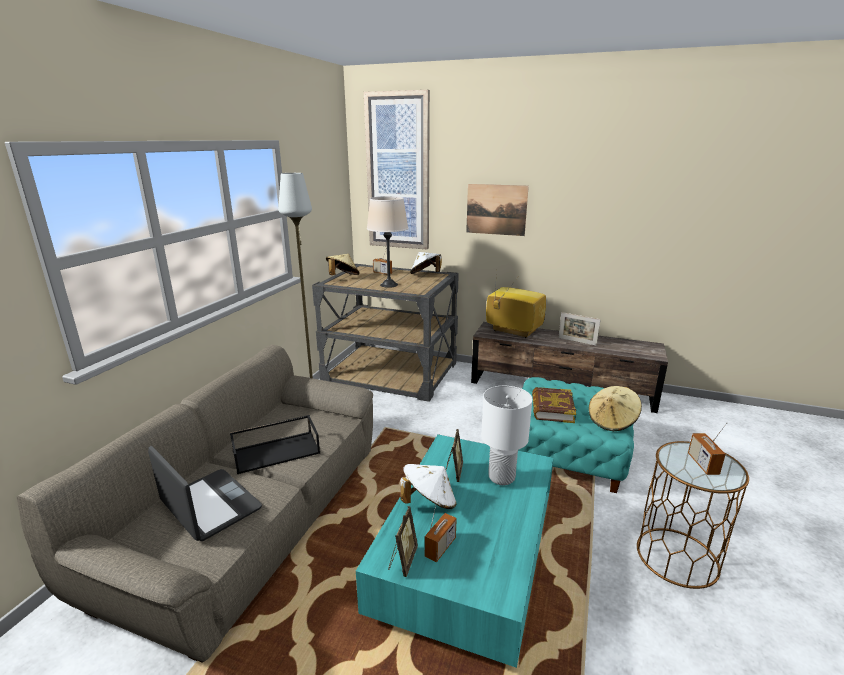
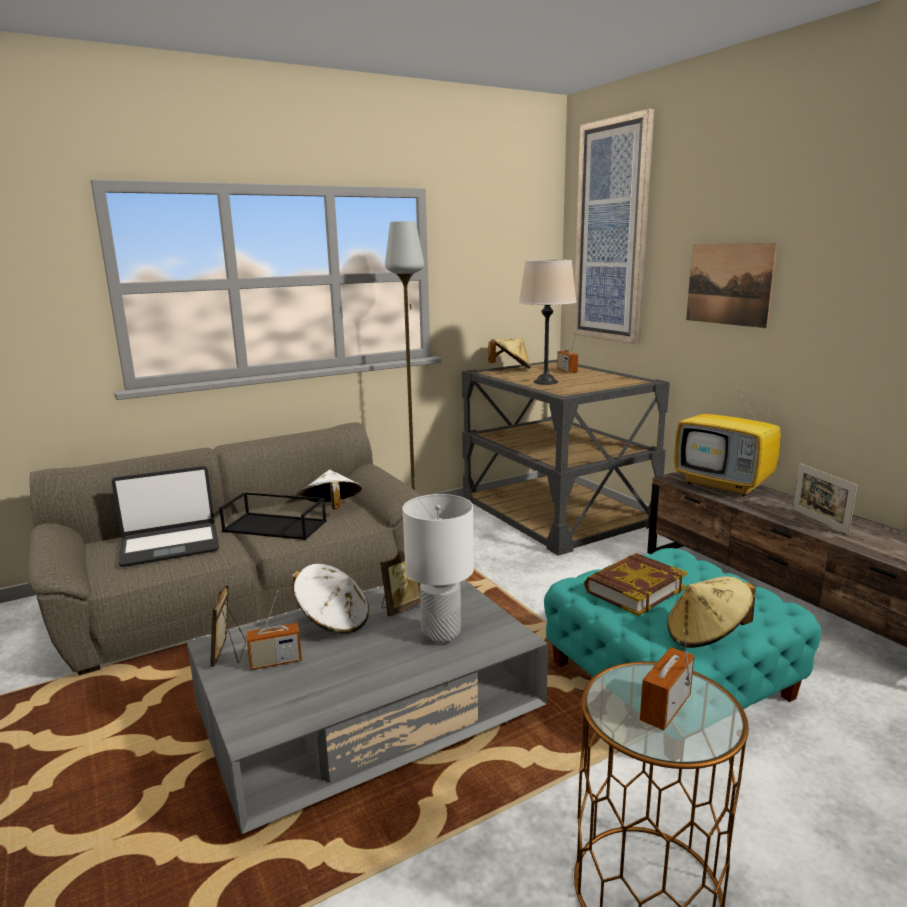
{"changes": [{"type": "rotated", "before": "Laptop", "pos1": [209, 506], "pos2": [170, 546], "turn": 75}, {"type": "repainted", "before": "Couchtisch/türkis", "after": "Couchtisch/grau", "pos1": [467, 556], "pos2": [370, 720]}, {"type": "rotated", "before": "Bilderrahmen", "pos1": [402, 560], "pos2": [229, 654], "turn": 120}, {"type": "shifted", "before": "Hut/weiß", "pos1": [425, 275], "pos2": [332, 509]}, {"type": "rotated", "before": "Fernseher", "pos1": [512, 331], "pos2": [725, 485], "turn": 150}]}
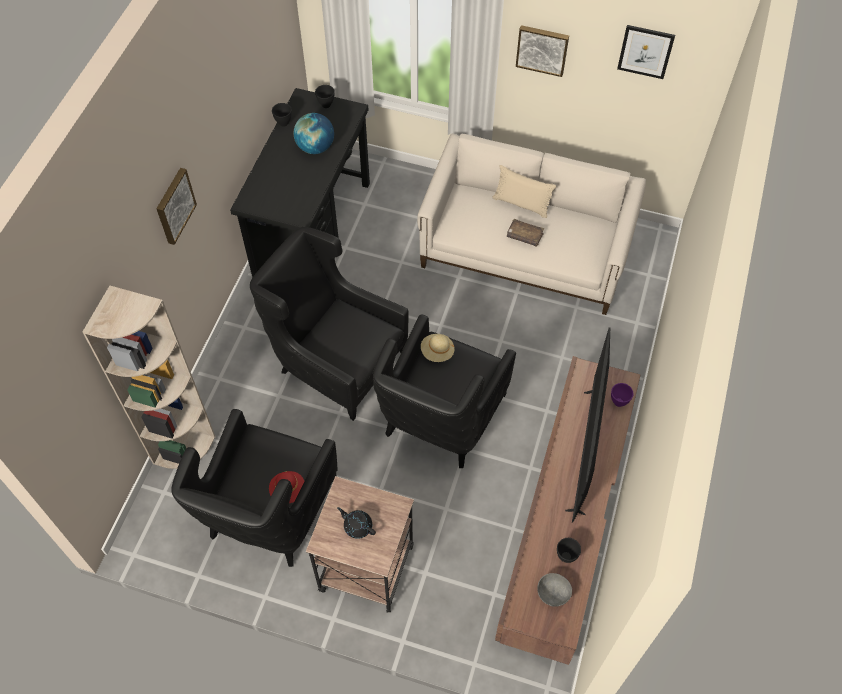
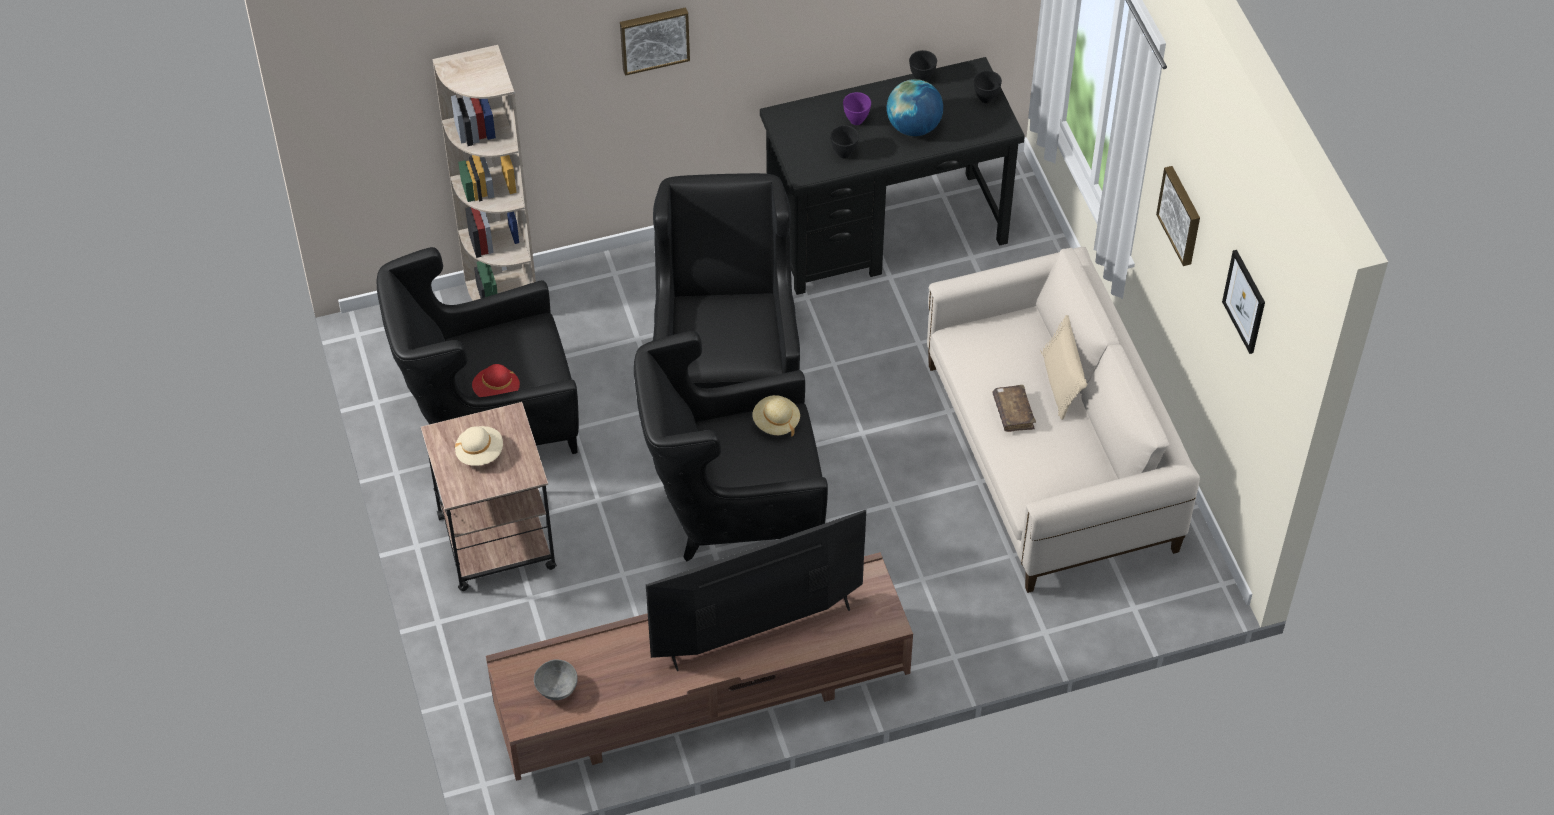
{"changes": [{"type": "swapped", "before": "Teekanne/schwarz", "after": "Hut/beige", "pos1": [357, 526], "pos2": [480, 453]}, {"type": "shifted", "before": "Schüssel/schwarz", "pos1": [565, 557], "pos2": [843, 153]}, {"type": "shifted", "before": "Schüssel/lila", "pos1": [618, 402], "pos2": [856, 120]}]}
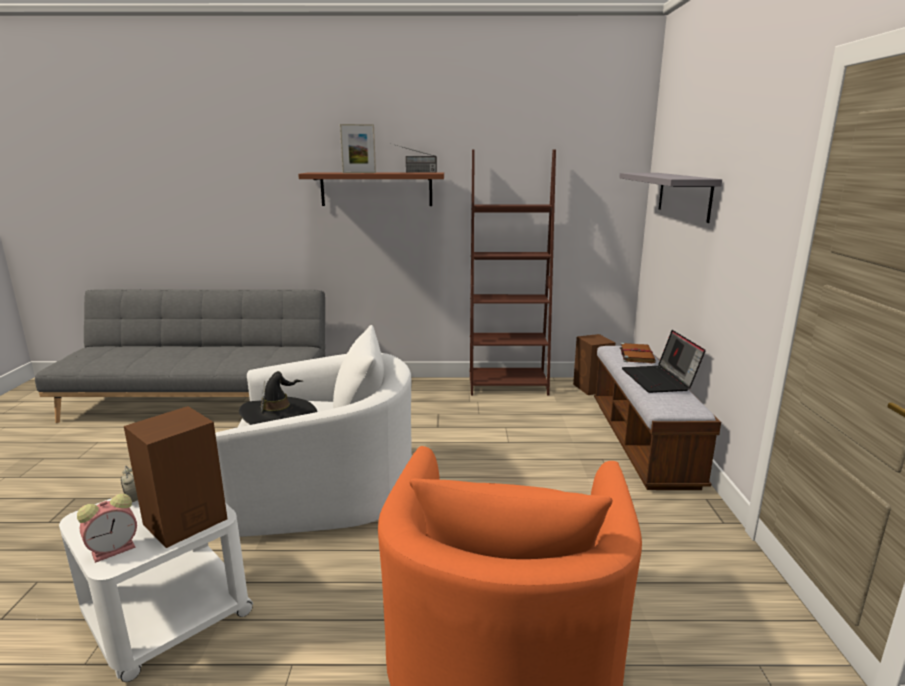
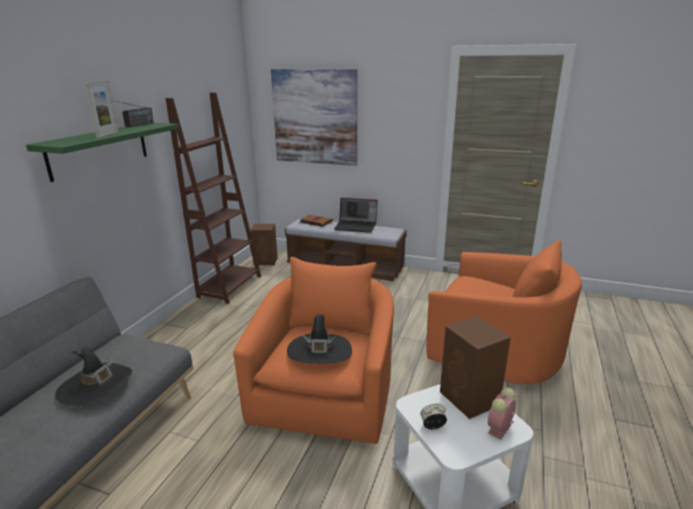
{"changes": [{"type": "repainted", "before": "Wandregal/braun", "after": "Wandregal/grün", "pos1": [376, 189], "pos2": [99, 150]}, {"type": "new", "after": "Hut/schwarz", "pos2": [96, 386]}, {"type": "repainted", "before": "Sessel/weiß", "after": "Sessel/orange", "pos1": [325, 490], "pos2": [326, 393]}, {"type": "swapped", "before": "Wandregal/grau", "after": "Bild", "pos1": [684, 195], "pos2": [315, 117]}, {"type": "rotated", "before": "Wecker", "pos1": [115, 549], "pos2": [499, 429], "turn": -120}]}
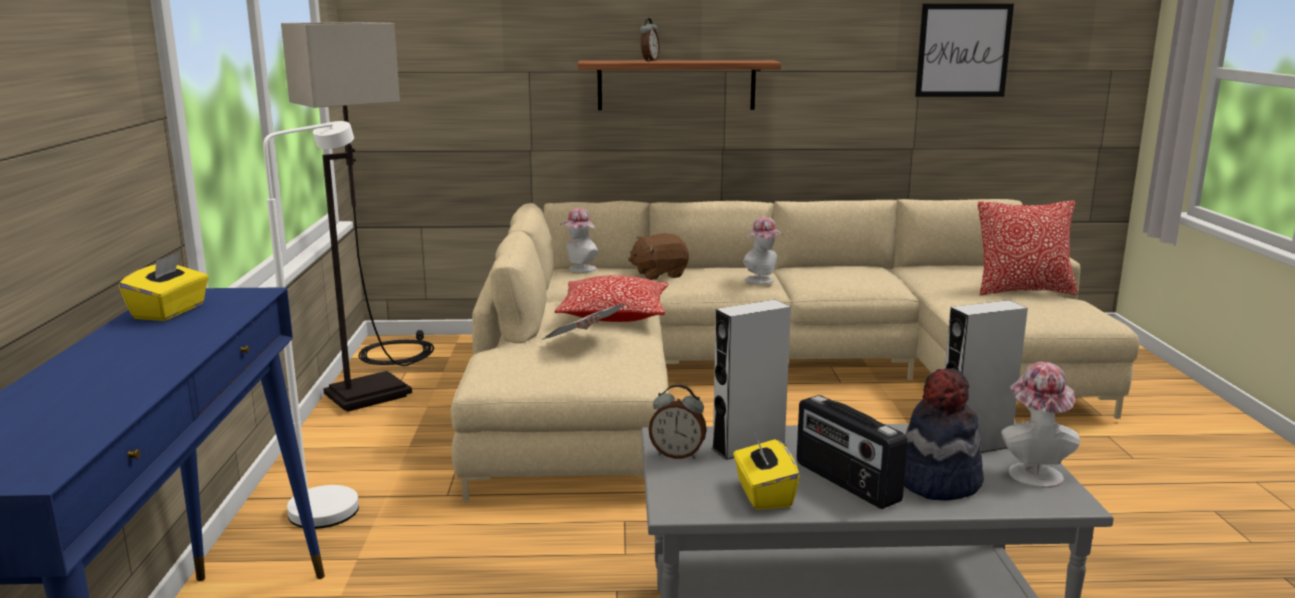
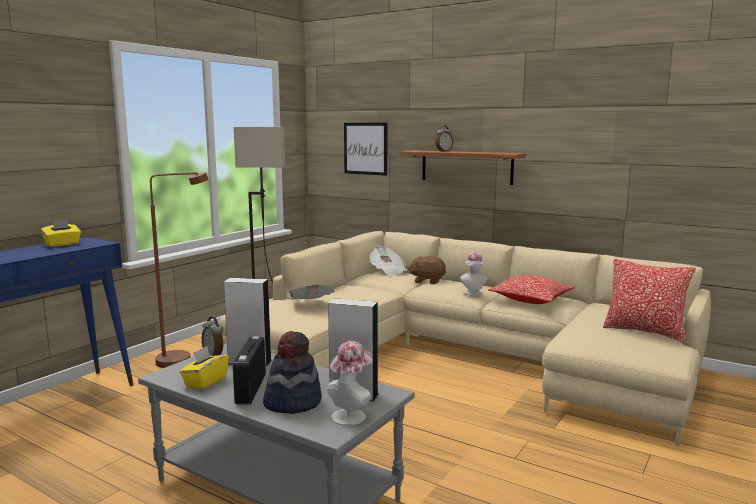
{"changes": [{"type": "repainted", "before": "Stehlampe/weiß", "after": "Stehlampe/braun", "pos1": [334, 502], "pos2": [182, 359]}, {"type": "shifted", "before": "Bild", "pos1": [963, 50], "pos2": [365, 148]}, {"type": "swapped", "before": "Hut", "after": "Zeitung", "pos1": [579, 269], "pos2": [387, 271]}, {"type": "shifted", "before": "Kissen", "pos1": [614, 315], "pos2": [531, 300]}]}
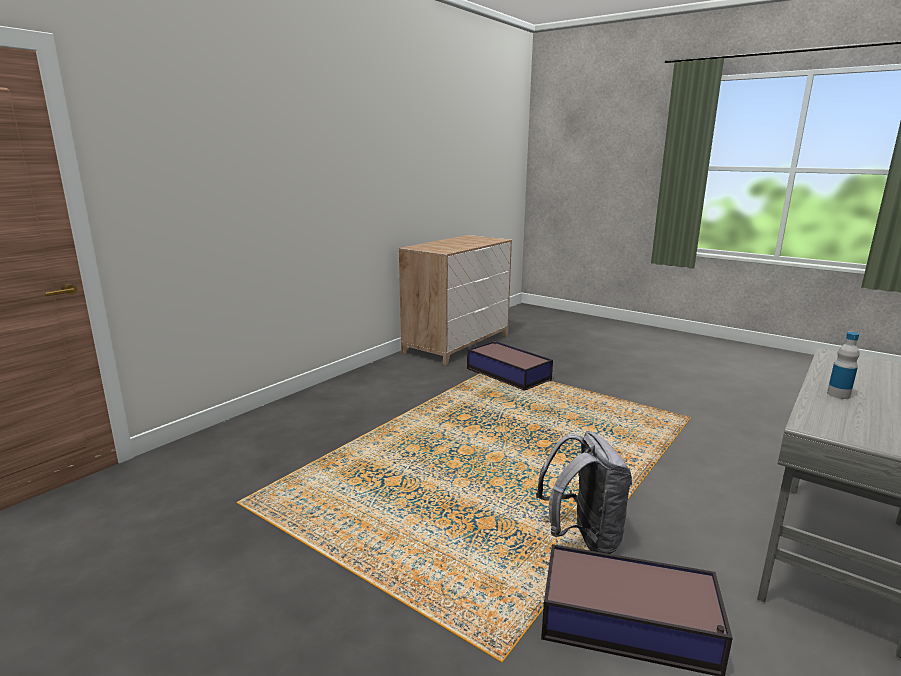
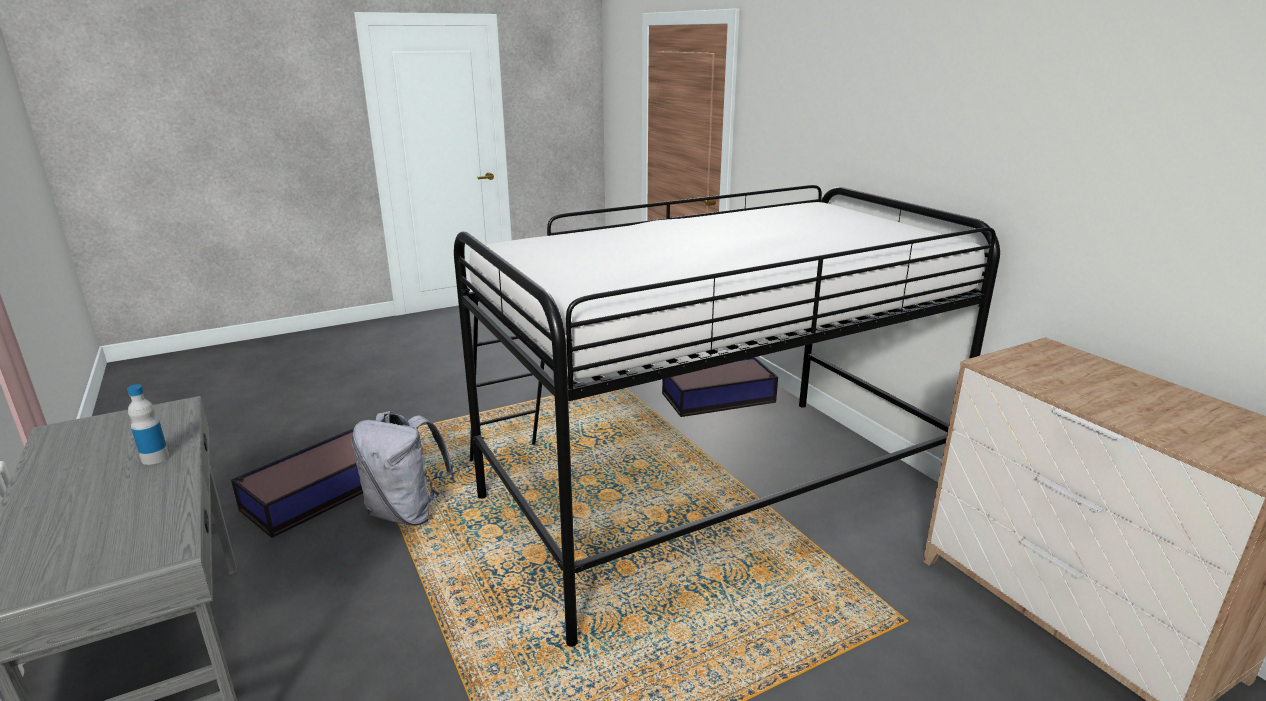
{"changes": [{"type": "new", "after": "Bett/schwarz", "pos2": [707, 495]}, {"type": "shifted", "before": "Aufbewahrungsbox", "pos1": [507, 374], "pos2": [720, 398]}]}
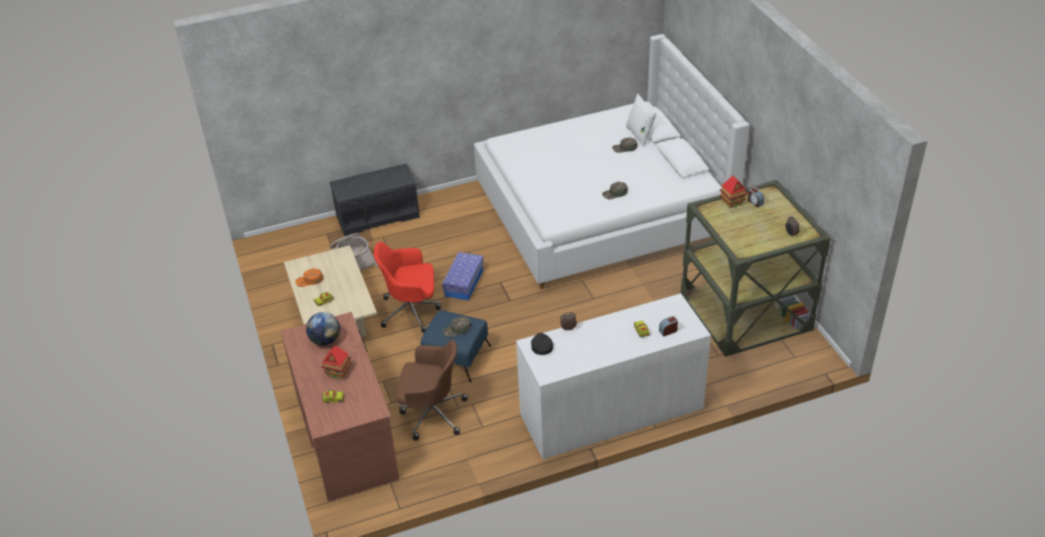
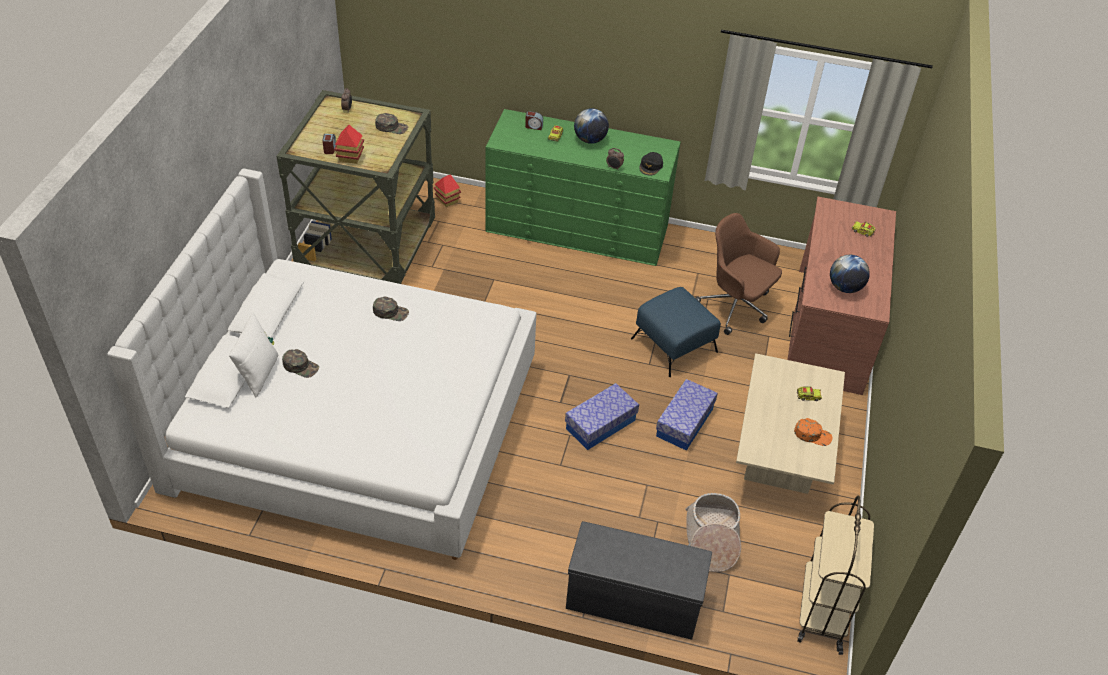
{"changes": [{"type": "shifted", "before": "Kappe/grün", "pos1": [457, 329], "pos2": [391, 127]}, {"type": "shifted", "before": "Spielzeughaus", "pos1": [338, 372], "pos2": [447, 200]}, {"type": "repainted", "before": "Kommode/weiß", "after": "Kommode/grün", "pos1": [611, 411], "pos2": [577, 228]}, {"type": "new", "after": "Globus", "pos2": [590, 140]}, {"type": "swapped", "before": "Bürostuhl/rot", "after": "Aufbewahrungsbox", "pos1": [411, 311], "pos2": [684, 422]}, {"type": "new", "after": "Rollwagen/beige", "pos2": [823, 608]}]}
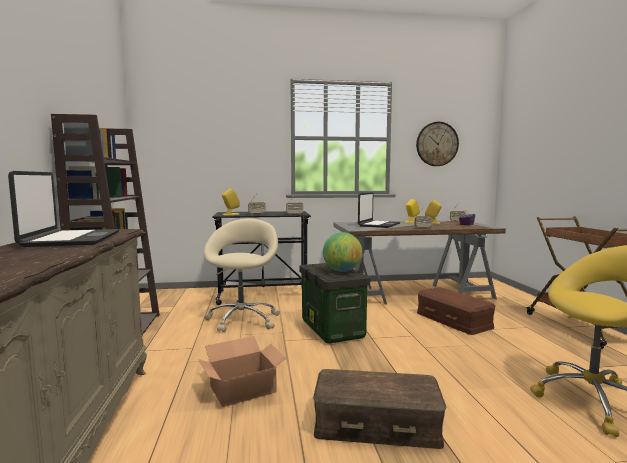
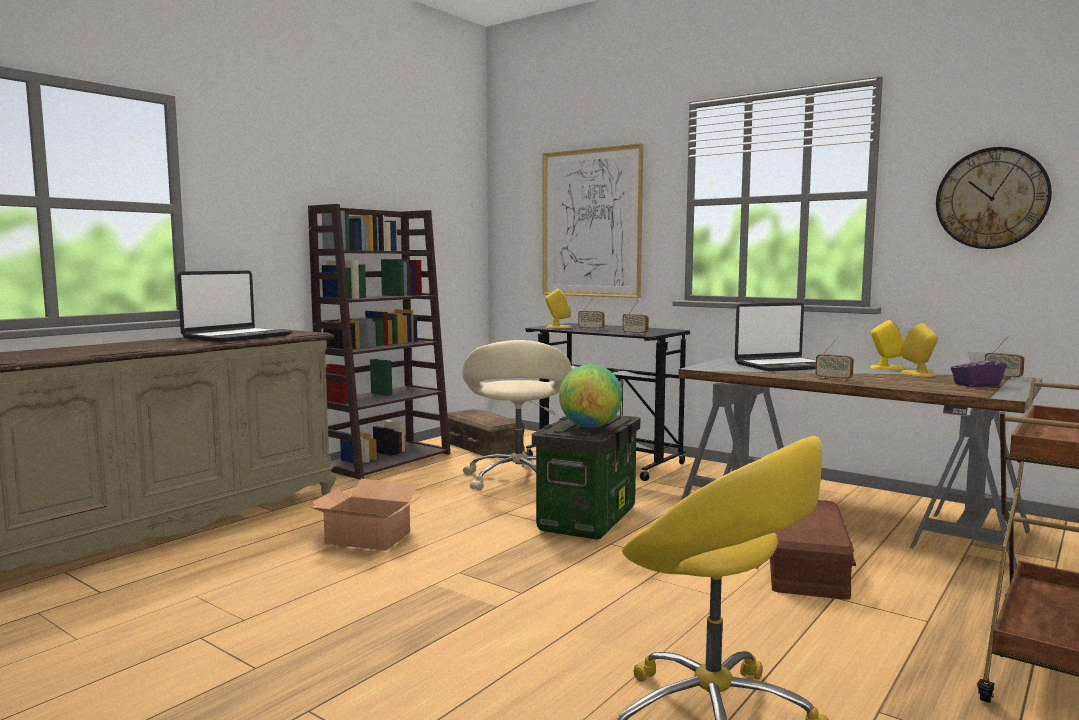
{"changes": [{"type": "shifted", "before": "Aufbewahrungsbox/braun", "pos1": [376, 425], "pos2": [482, 446]}, {"type": "rotated", "before": "Bürostuhl/beige", "pos1": [243, 319], "pos2": [517, 480], "turn": 120}, {"type": "new", "after": "Bild", "pos2": [591, 223]}]}
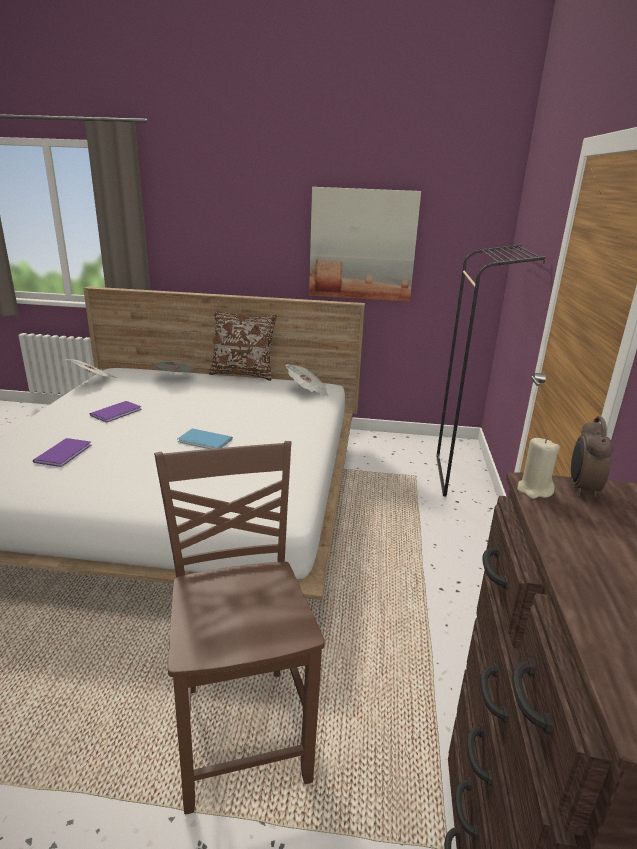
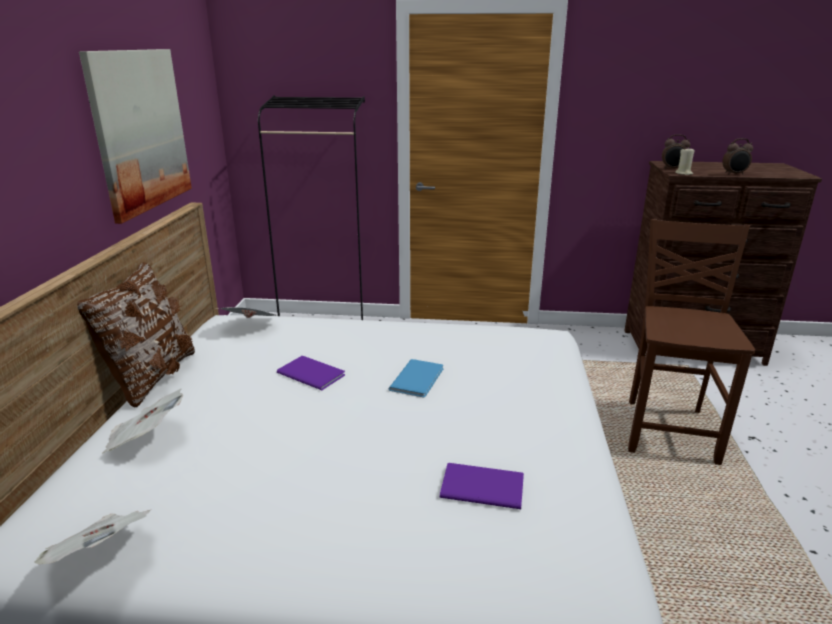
{"changes": [{"type": "shifted", "before": "Buch/lila", "pos1": [118, 412], "pos2": [311, 373]}, {"type": "rotated", "before": "Stuhl/braun", "pos1": [242, 730], "pos2": [669, 429], "turn": 120}, {"type": "new", "after": "Wecker", "pos2": [734, 174]}]}
